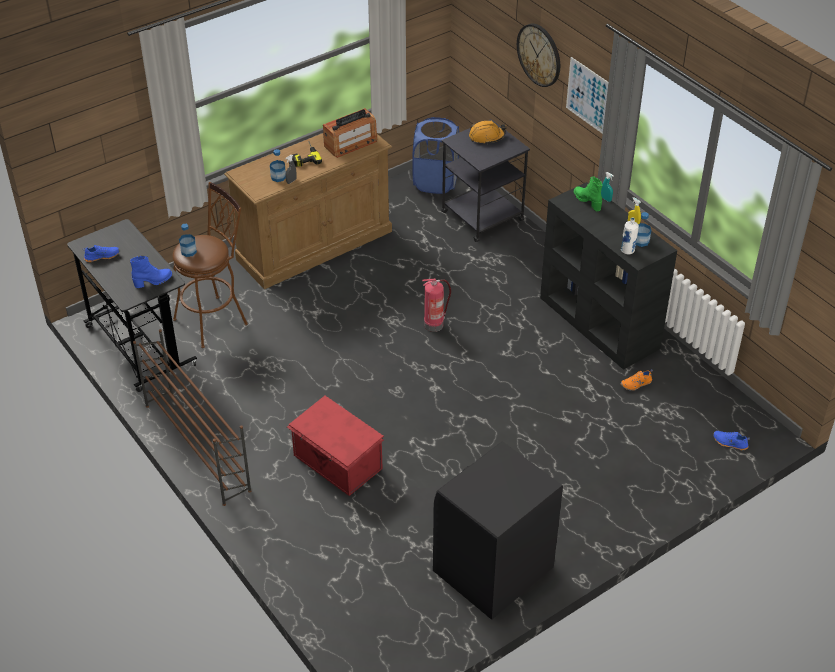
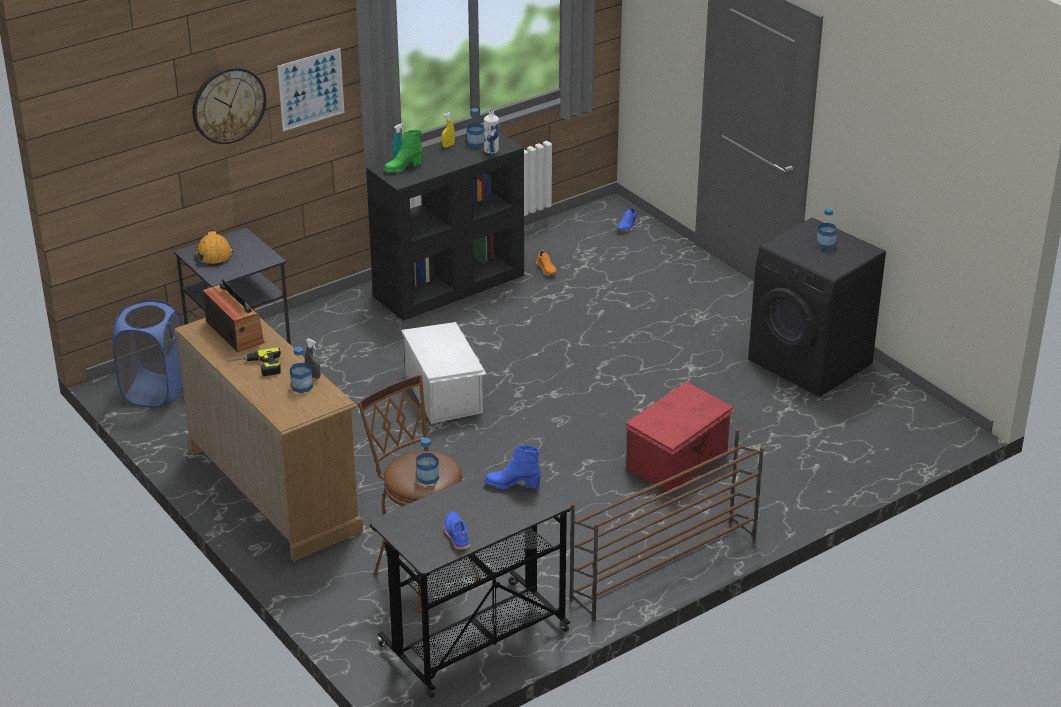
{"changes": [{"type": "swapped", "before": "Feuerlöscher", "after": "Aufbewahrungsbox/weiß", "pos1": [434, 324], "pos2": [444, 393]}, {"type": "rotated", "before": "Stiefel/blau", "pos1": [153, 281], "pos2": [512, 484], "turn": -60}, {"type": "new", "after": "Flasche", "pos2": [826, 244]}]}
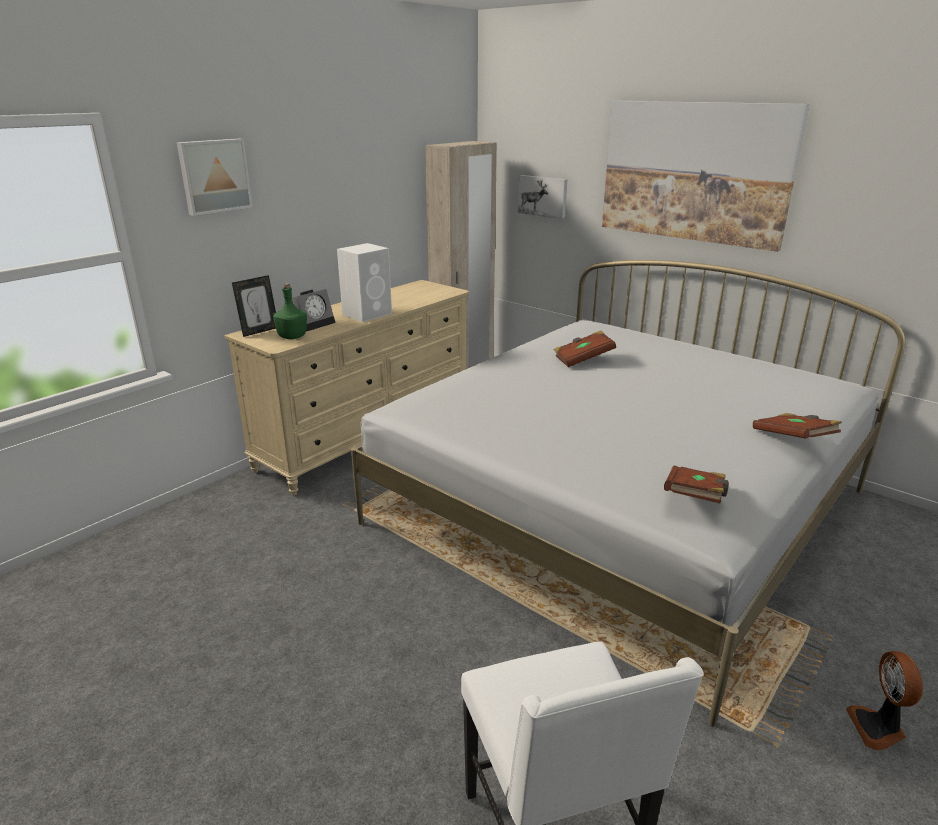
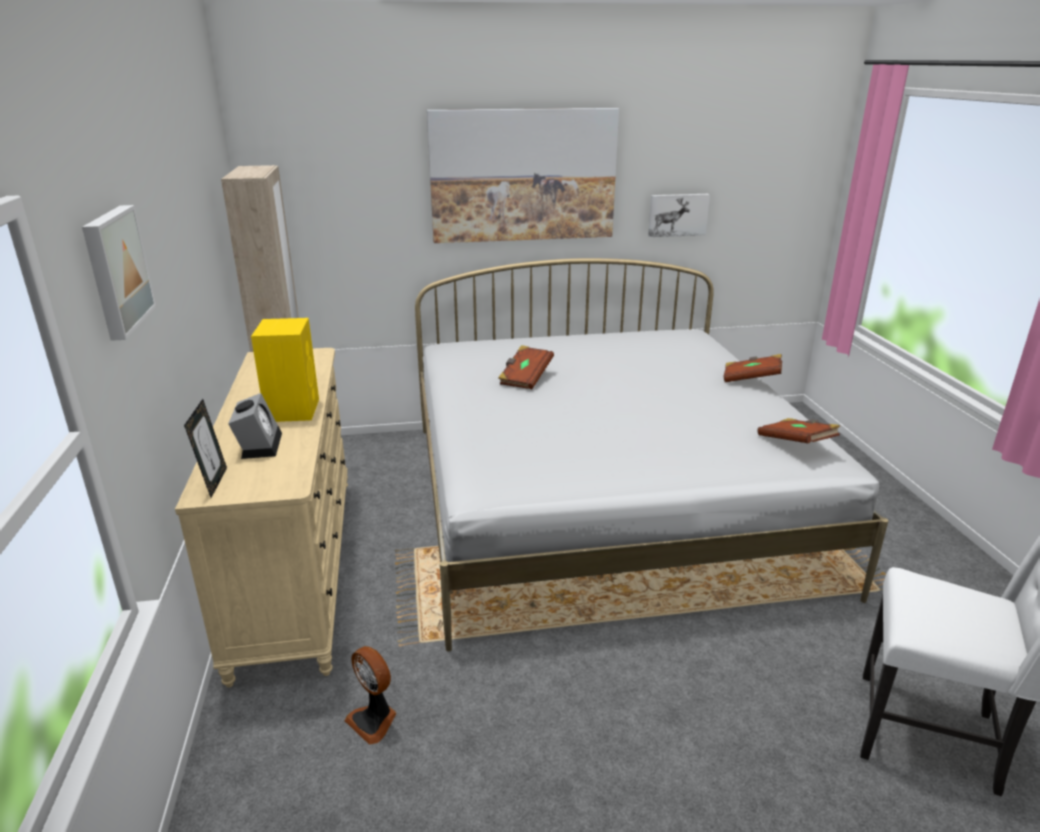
{"changes": [{"type": "repainted", "before": "Lautsprecher/weiß", "after": "Lautsprecher/gelb", "pos1": [368, 314], "pos2": [293, 409]}, {"type": "shifted", "before": "Ventilator", "pos1": [878, 728], "pos2": [374, 720]}, {"type": "shifted", "before": "Bild", "pos1": [543, 196], "pos2": [677, 214]}, {"type": "gone", "before": "Flasche/grün", "pos1": [293, 337]}]}
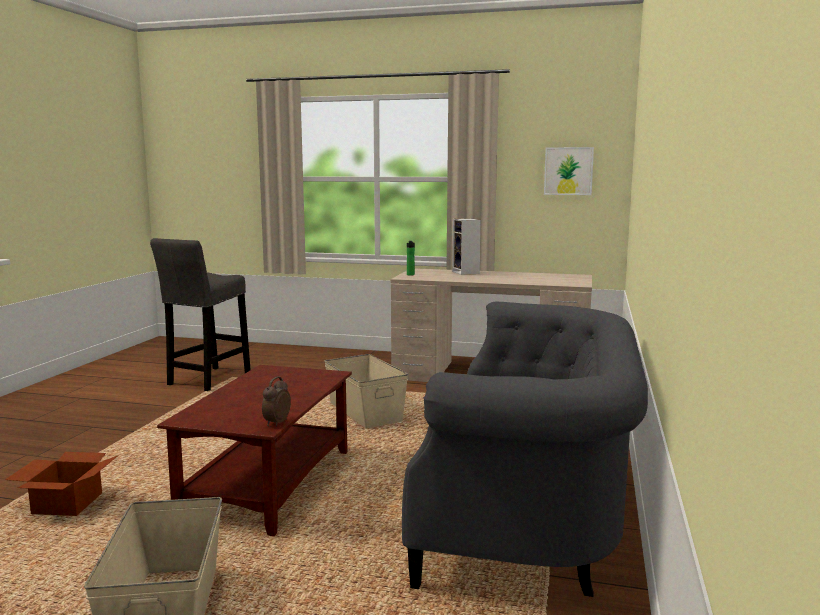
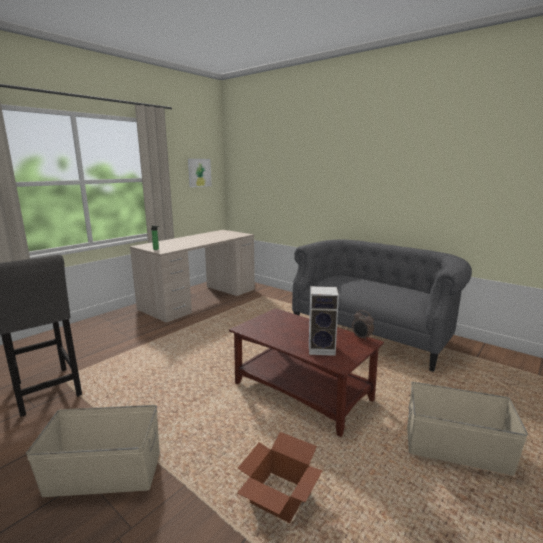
{"changes": [{"type": "shifted", "before": "Aufbewahrungsbox/beige", "pos1": [365, 412], "pos2": [104, 473]}, {"type": "shifted", "before": "Lautsprecher", "pos1": [466, 273], "pos2": [322, 349]}]}
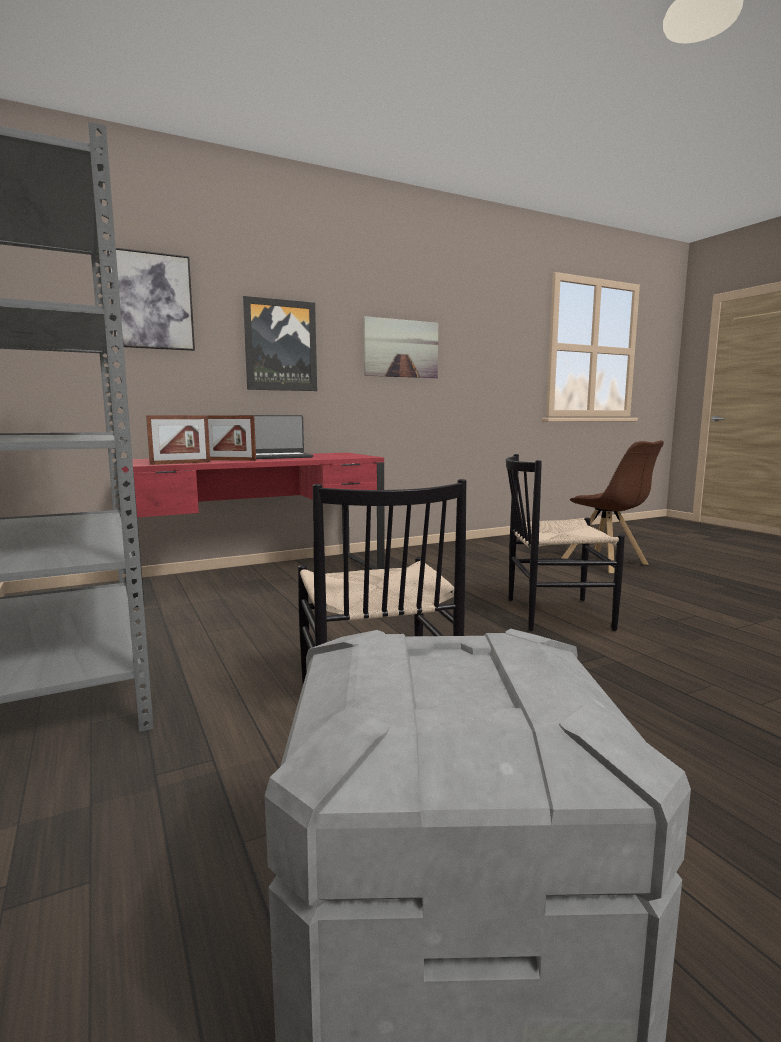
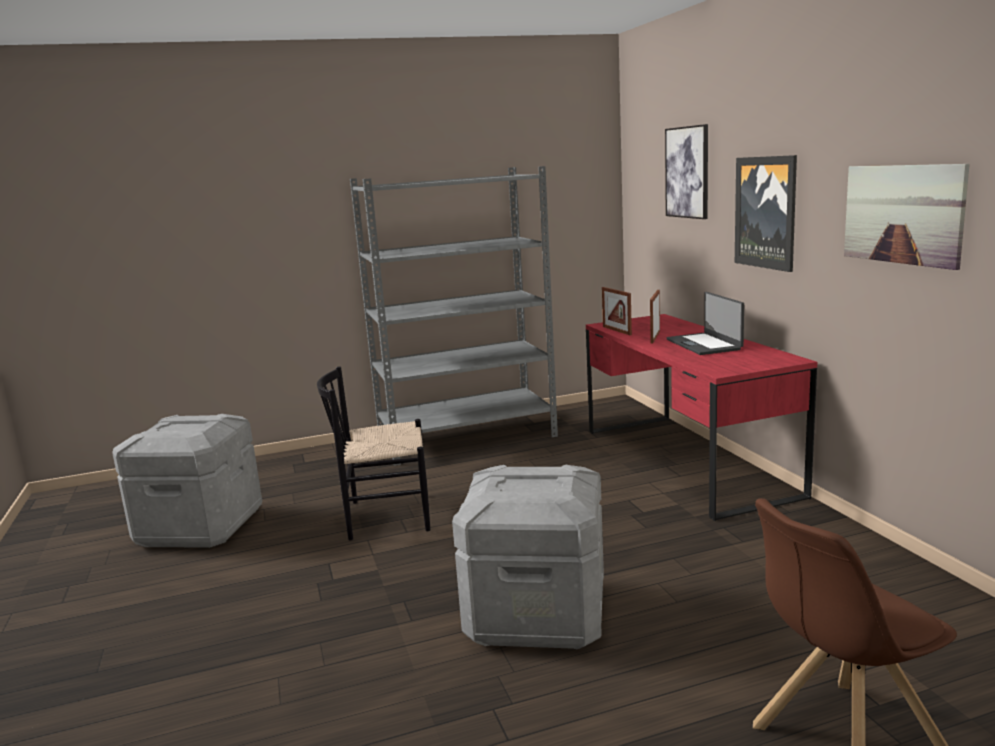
{"changes": [{"type": "swapped", "before": "Stuhl/schwarz", "after": "Aufbewahrungsbox/grau", "pos1": [552, 614], "pos2": [538, 614]}]}
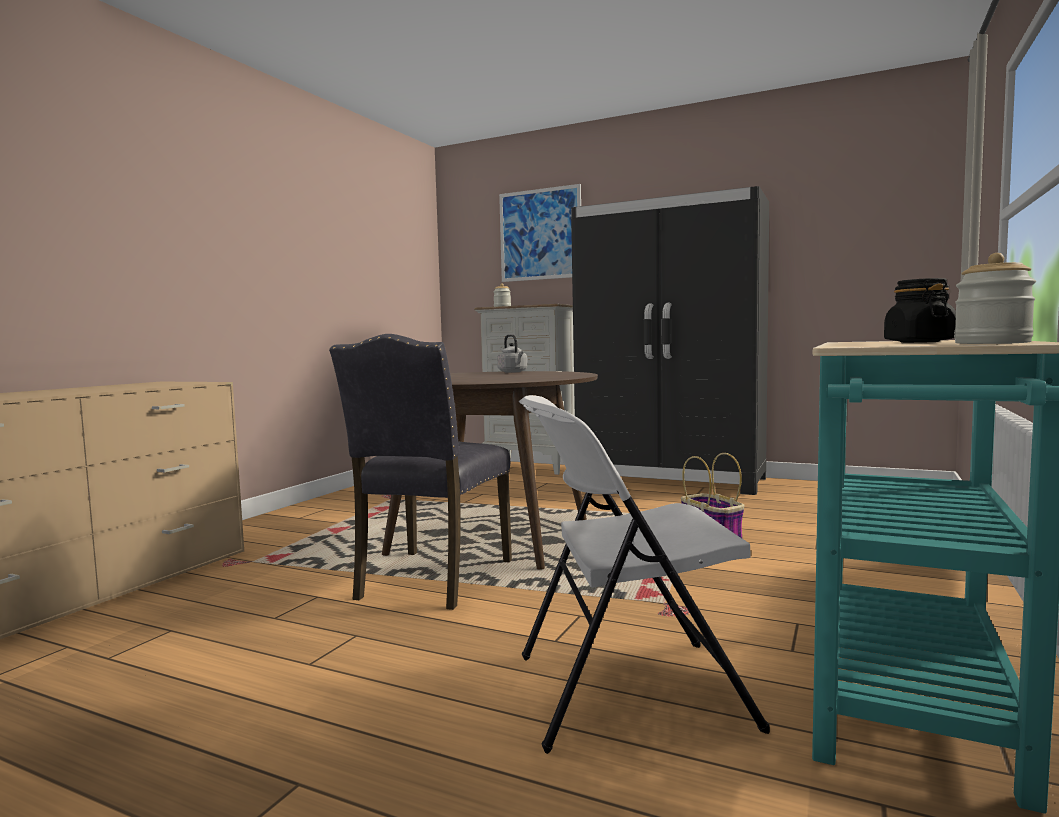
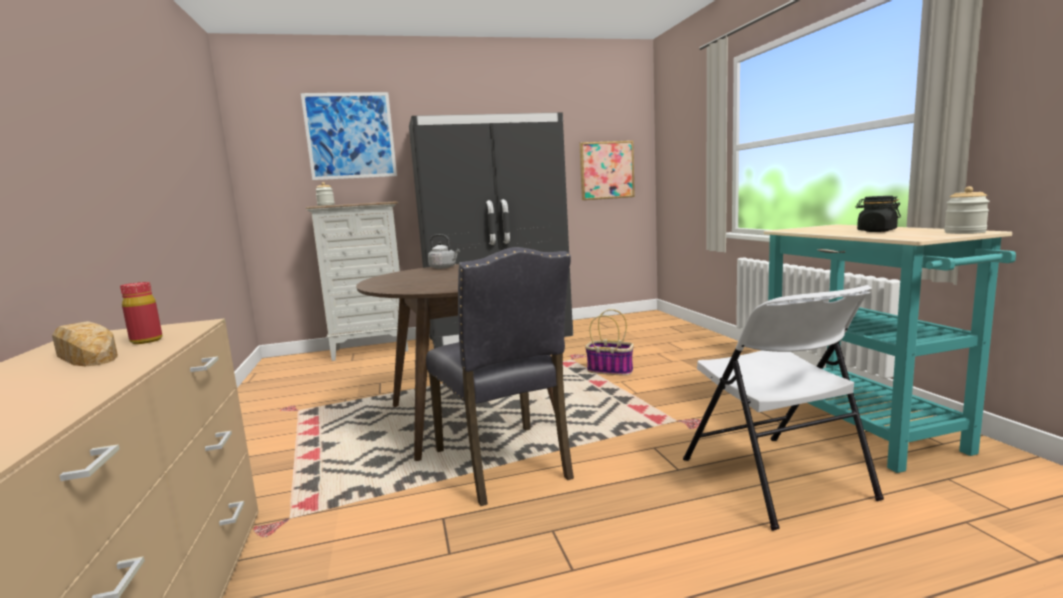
{"changes": [{"type": "new", "after": "Brot", "pos2": [86, 355]}, {"type": "new", "after": "Flasche/rot", "pos2": [146, 341]}, {"type": "new", "after": "Bild", "pos2": [606, 170]}, {"type": "rotated", "before": "Stuhl/weiß", "pos1": [631, 690], "pos2": [774, 478], "turn": -60}]}
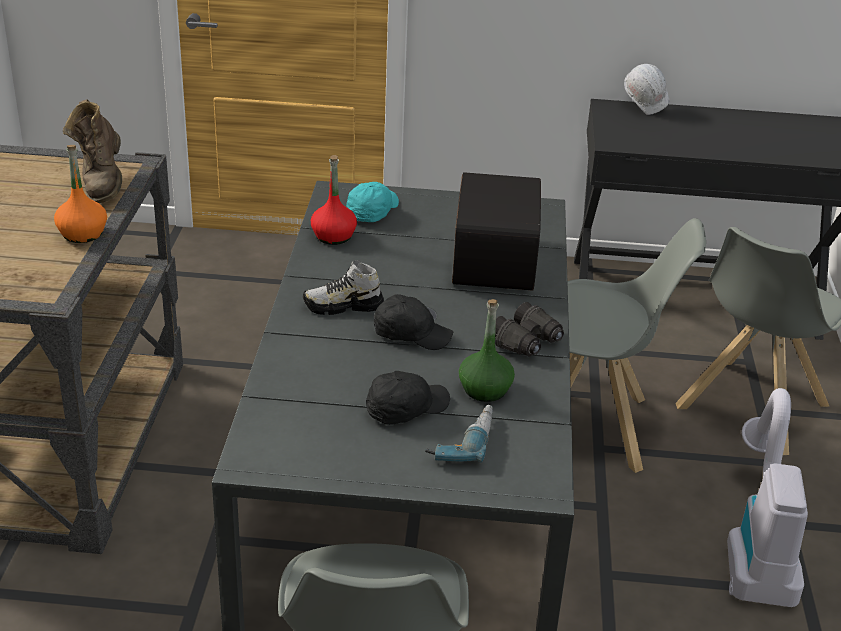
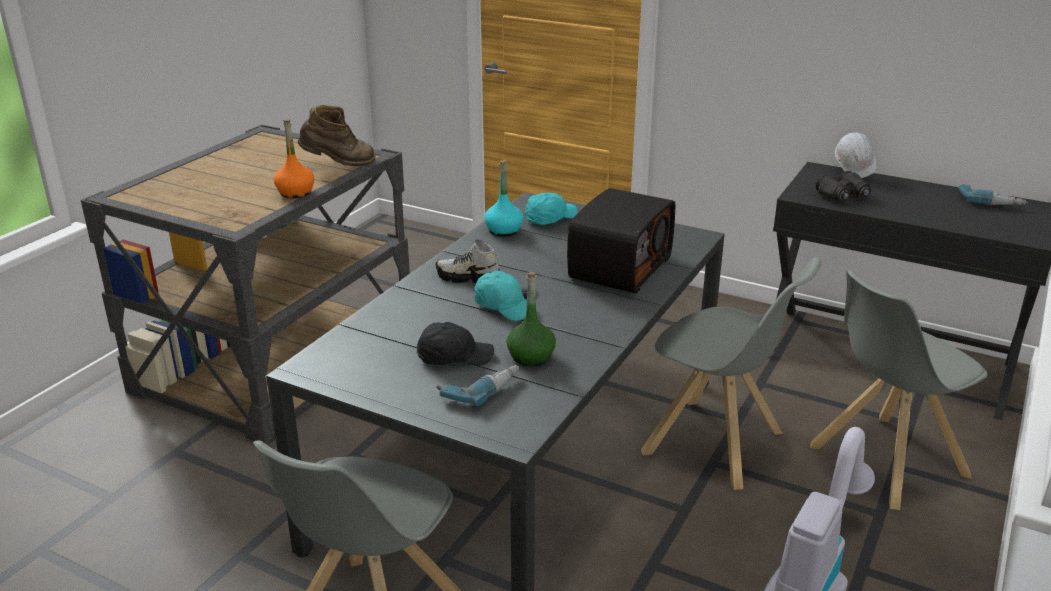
{"changes": [{"type": "rotated", "before": "Stiefel/braun", "pos1": [102, 184], "pos2": [338, 165], "turn": -120}, {"type": "repainted", "before": "Kappe/schwarz", "after": "Kappe/türkis", "pos1": [411, 334], "pos2": [505, 306]}, {"type": "repainted", "before": "Flasche/rot", "after": "Flasche/türkis", "pos1": [333, 236], "pos2": [503, 230]}, {"type": "shifted", "before": "Fernglas/schwarz", "pos1": [527, 342], "pos2": [843, 196]}, {"type": "new", "after": "Bohrmaschine", "pos2": [990, 201]}]}
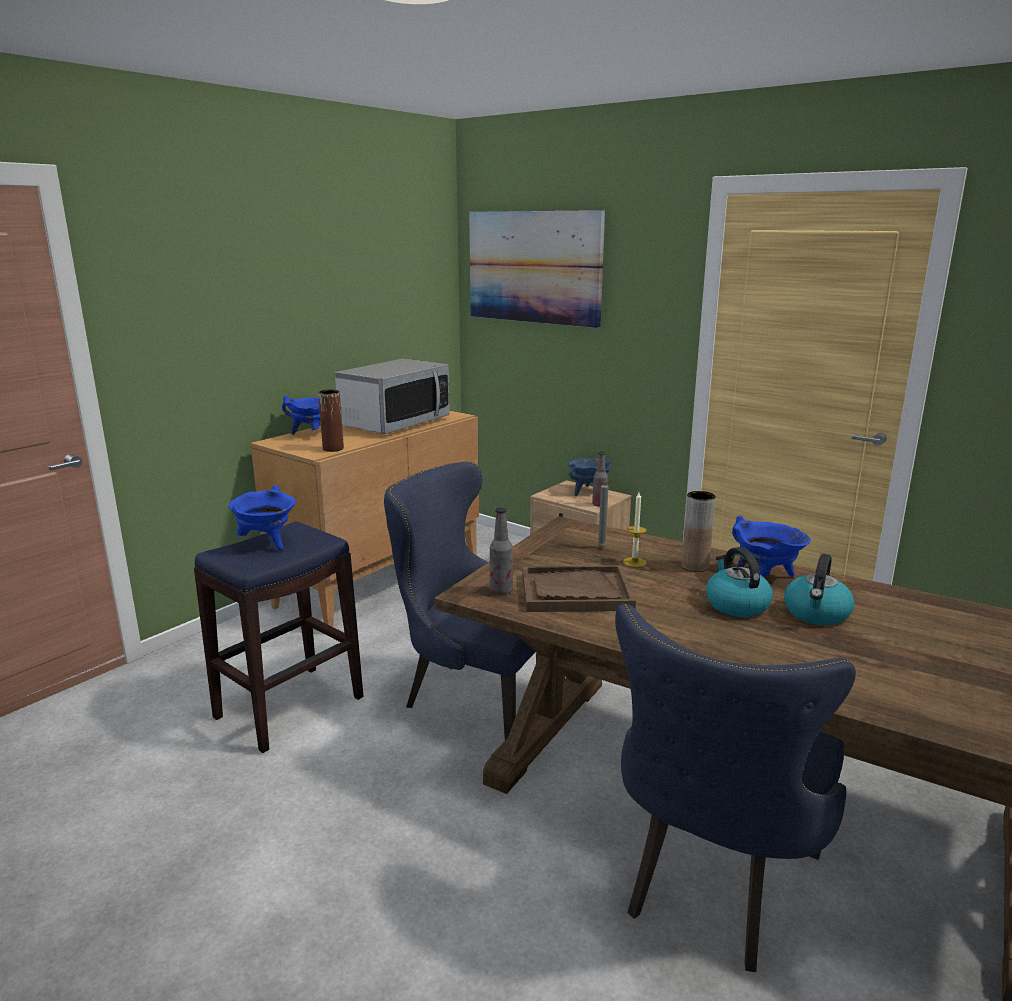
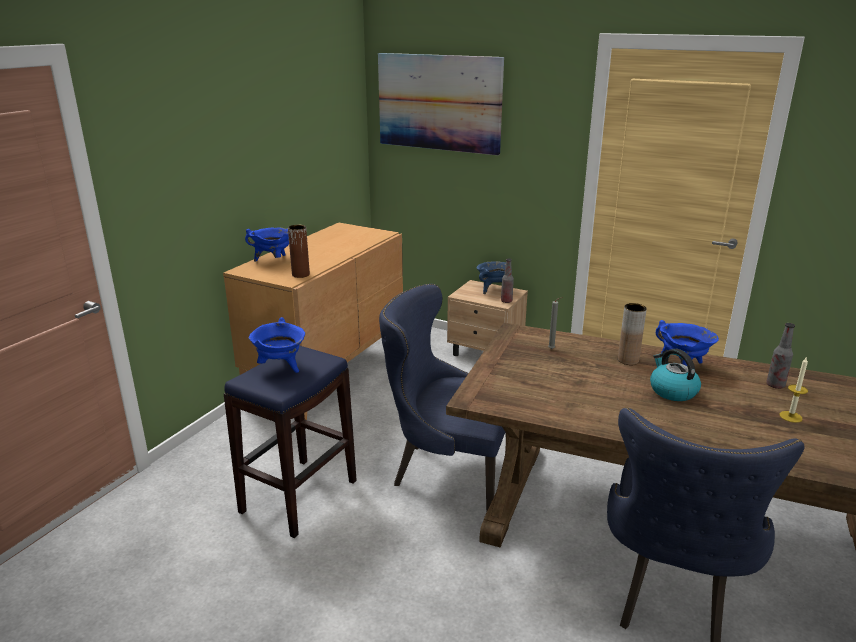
{"changes": [{"type": "shifted", "before": "Flasche", "pos1": [501, 591], "pos2": [775, 385]}, {"type": "shifted", "before": "Kerze", "pos1": [634, 562], "pos2": [790, 416]}, {"type": "gone", "before": "Mikrowelle", "pos1": [395, 423]}, {"type": "gone", "before": "Tablett/braun", "pos1": [575, 592]}, {"type": "gone", "before": "Wasserkessel", "pos1": [816, 614]}]}
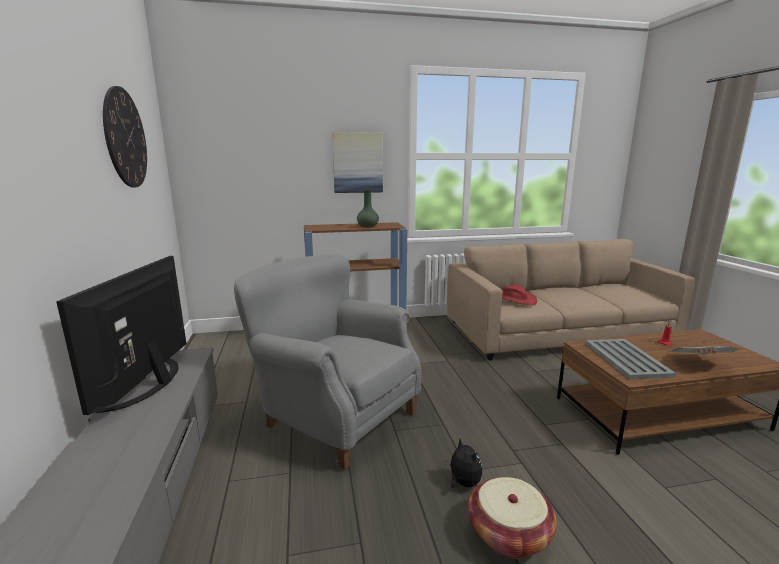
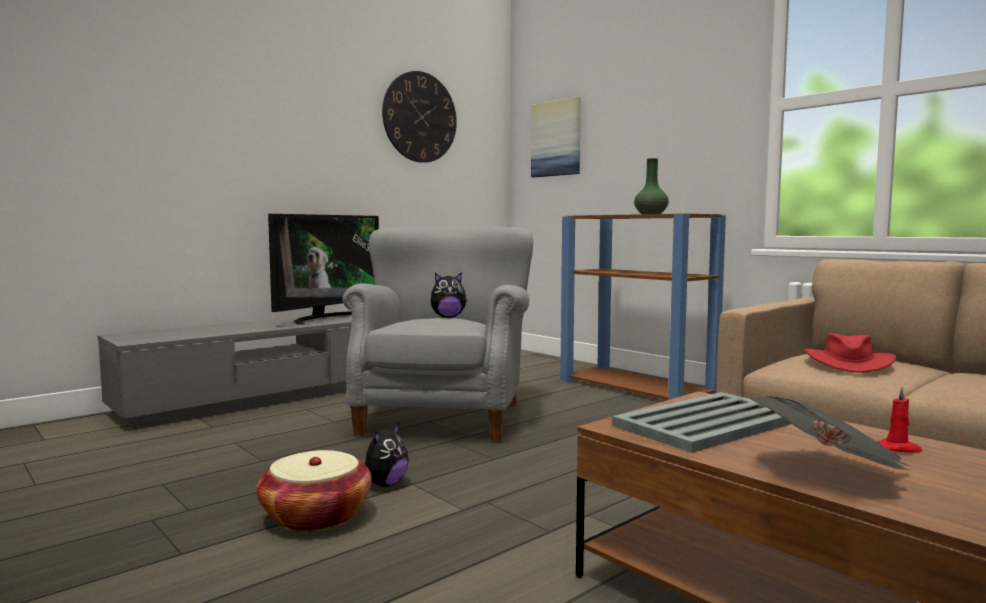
{"changes": [{"type": "rotated", "before": "Fernseher", "pos1": [152, 383], "pos2": [326, 318], "turn": 150}, {"type": "new", "after": "Plüschtier", "pos2": [448, 317]}, {"type": "shifted", "before": "Bild", "pos1": [358, 163], "pos2": [556, 138]}]}
